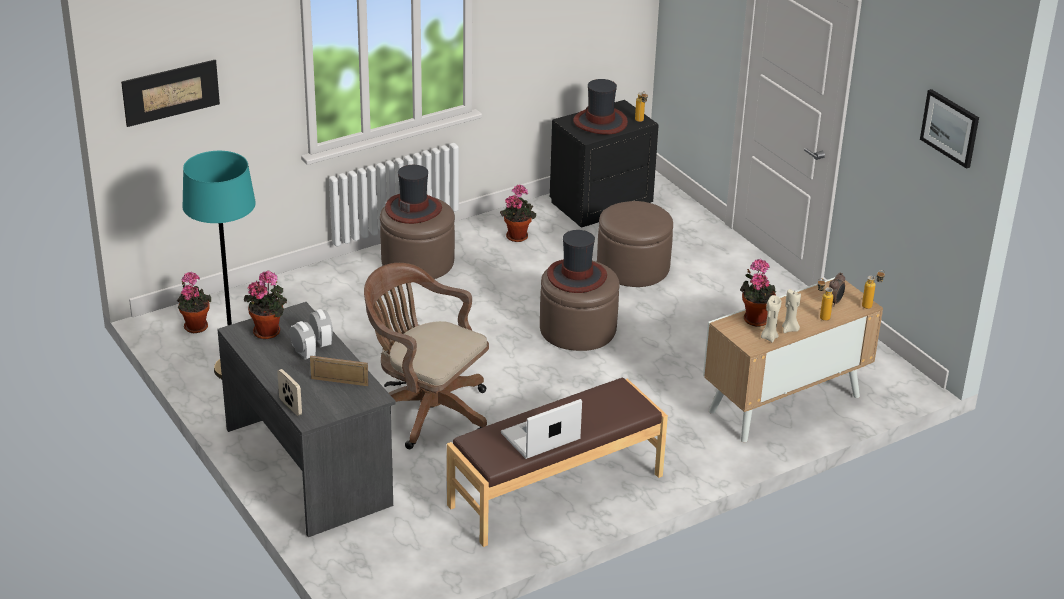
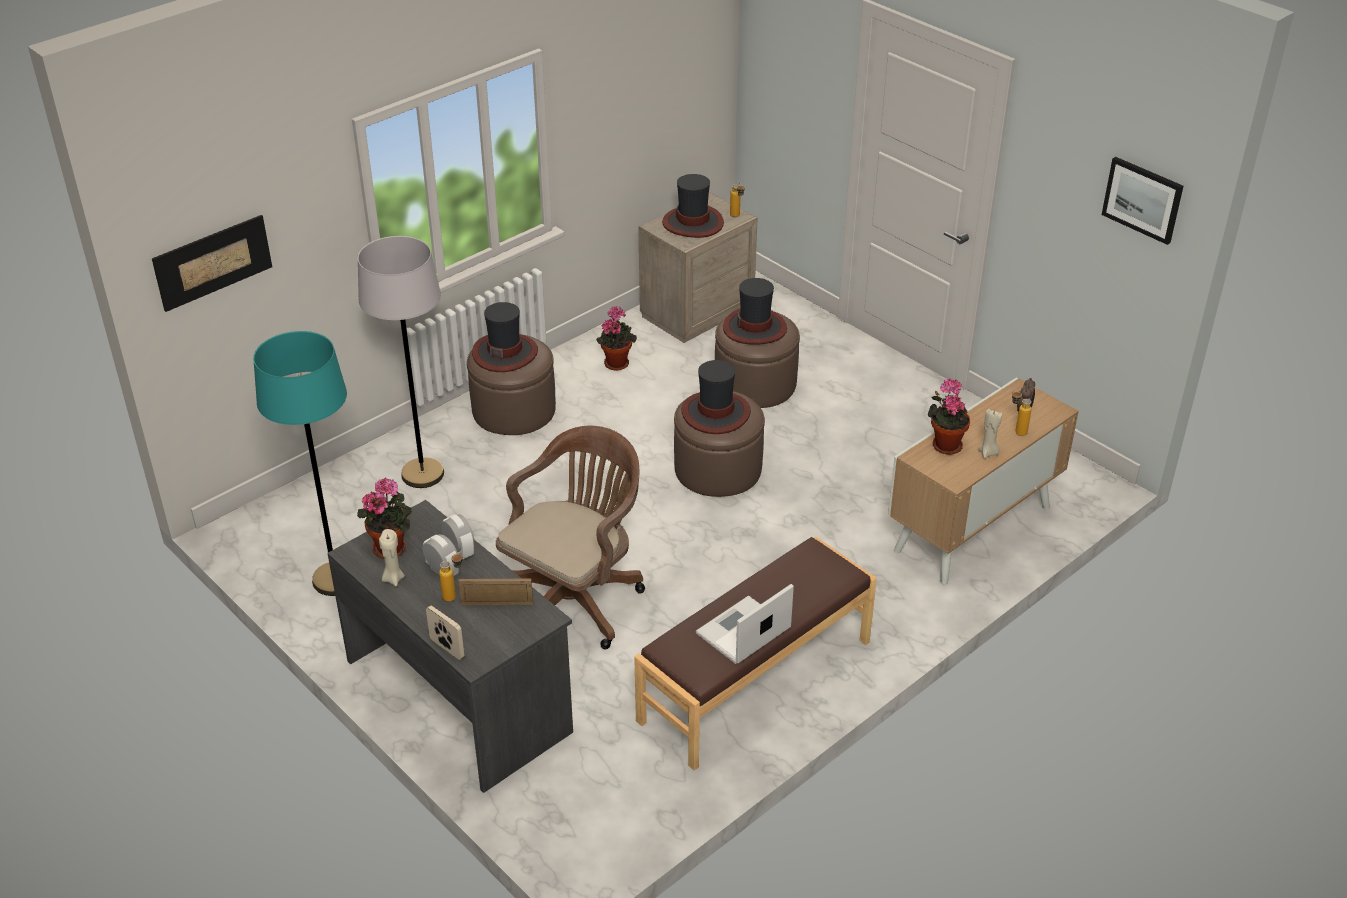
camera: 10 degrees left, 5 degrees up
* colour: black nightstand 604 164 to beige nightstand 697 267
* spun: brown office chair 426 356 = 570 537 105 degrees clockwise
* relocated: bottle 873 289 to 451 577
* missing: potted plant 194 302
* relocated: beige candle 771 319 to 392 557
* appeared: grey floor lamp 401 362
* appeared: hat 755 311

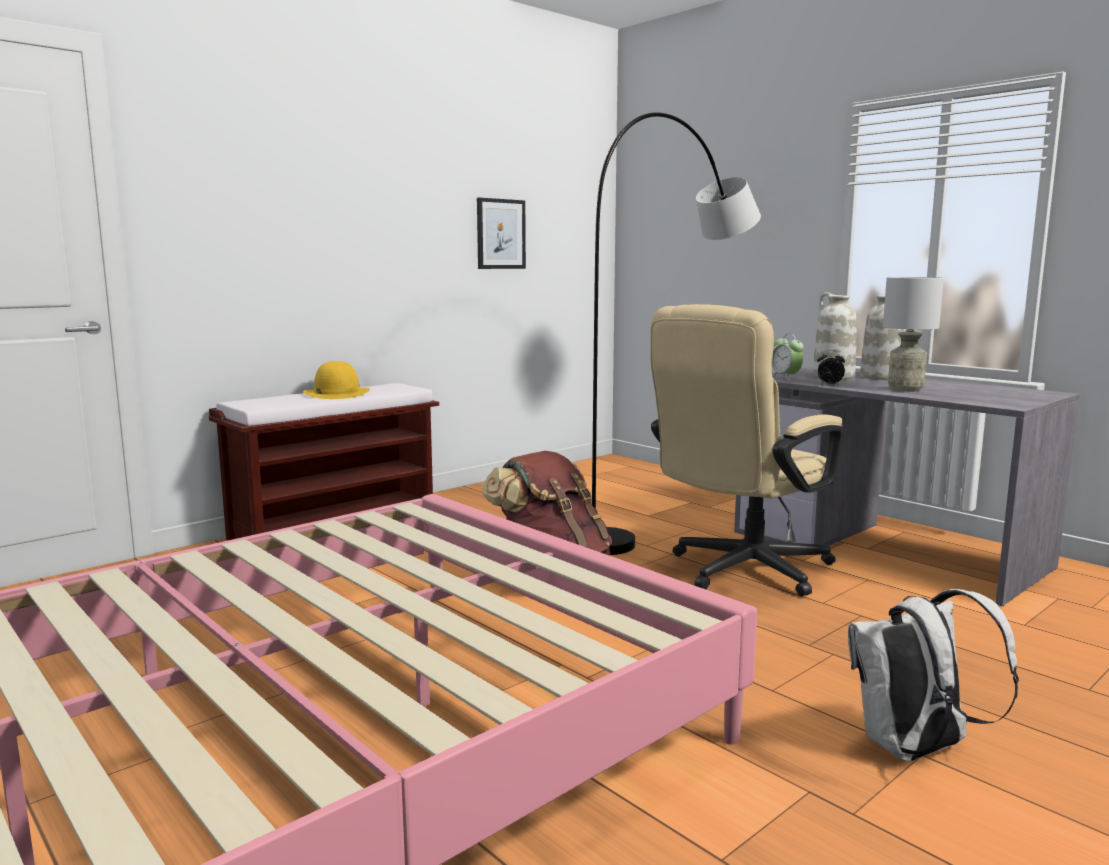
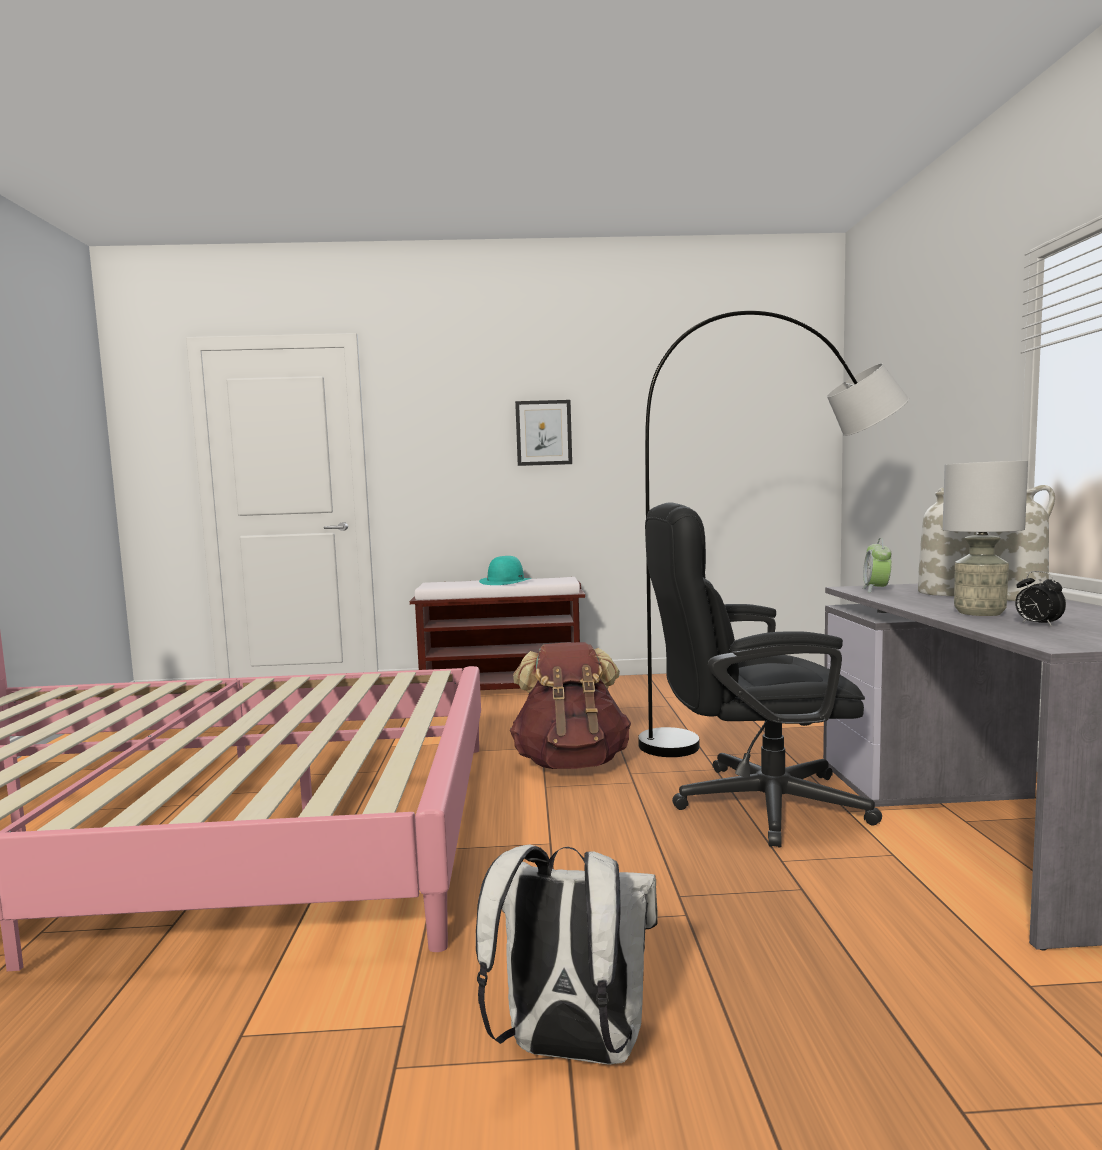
camera: 40 degrees right, 5 degrees down
* relocated: picture 501 233 to 543 433
* colour: beige office chair 746 450 to black office chair 763 674
* relocated: alarm clock 831 367 to 1040 599
* colour: yellow hat 336 380 to turquoise hat 505 570

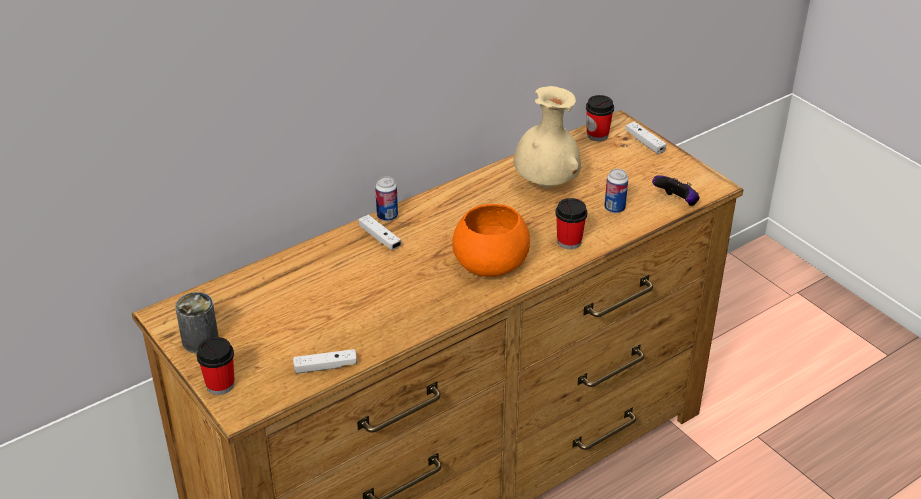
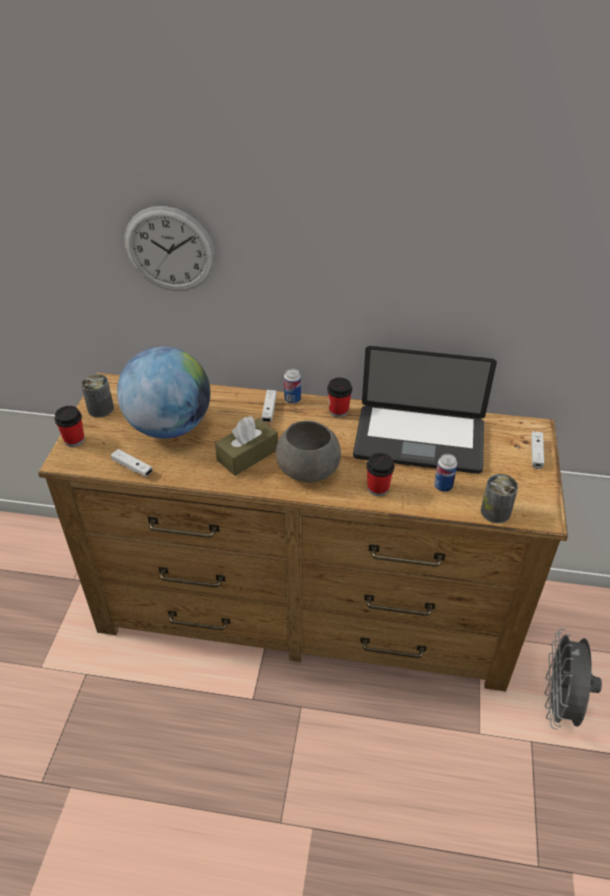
camera: 45 degrees right, 5 degrees up
* exchanged: beige vase 547 137 to laptop 425 410
* relocated: cup 600 118 to 339 398
* exchanged: game controller 676 190 to can 499 498
* colour: orange bowl 491 240 to grey bowl 308 451
* appeared: wall clock 169 248
* appeared: globe 163 392
* appeared: brown tissue box 246 446
* appeared: grey fan 573 679

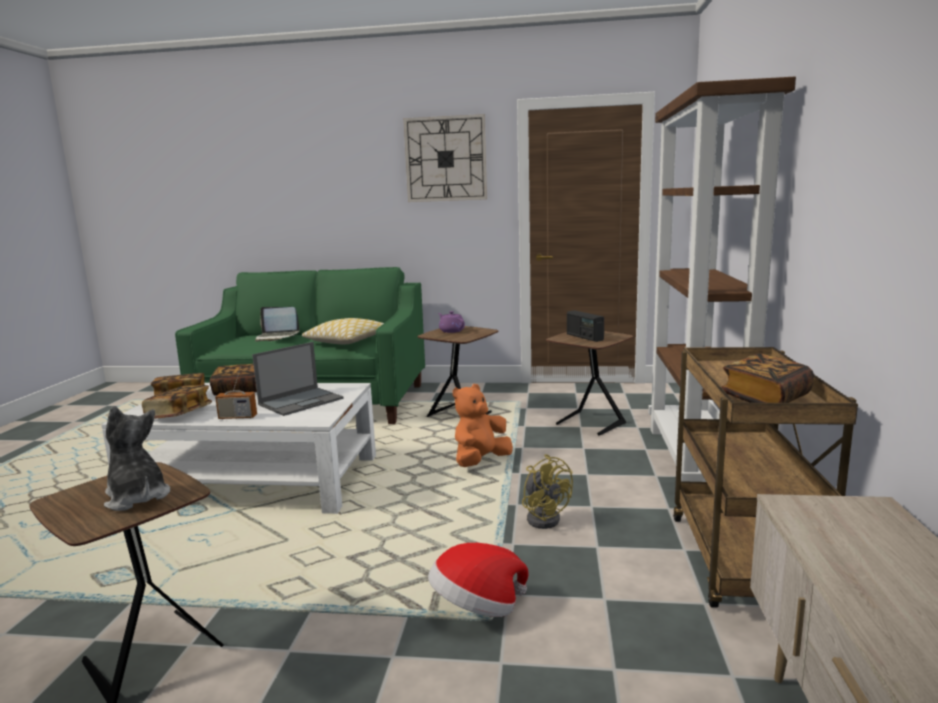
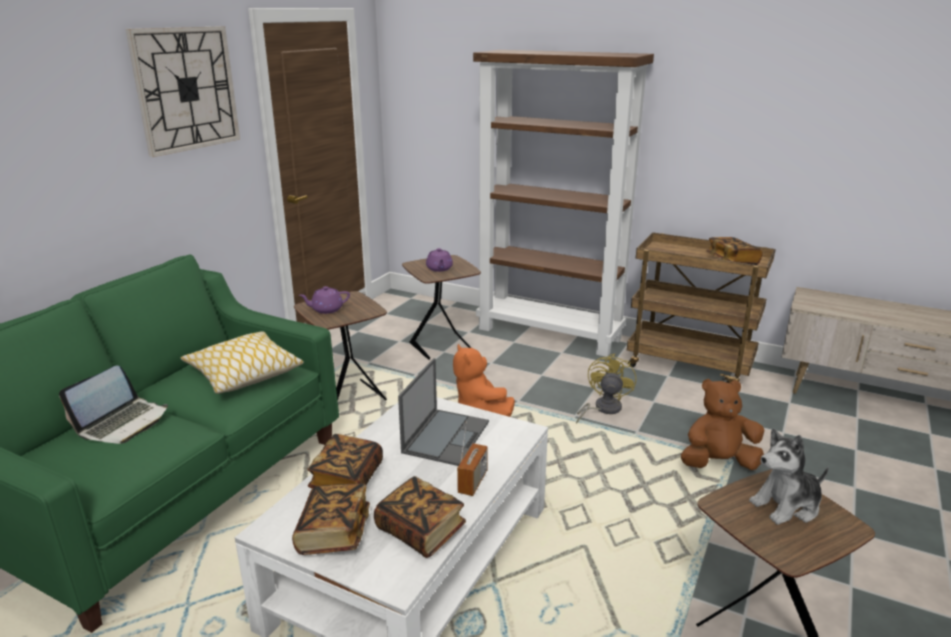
camera: 70 degrees left, 10 degrees up
* exchanged: radio 585 326 to purple teapot 439 260
* spun: laptop 298 379 = 443 412 45 degrees clockwise
* spun: yellow fan 547 491 = 606 389 60 degrees counterclockwise
* exchanged: hat 478 580 to brown plush toy 722 424

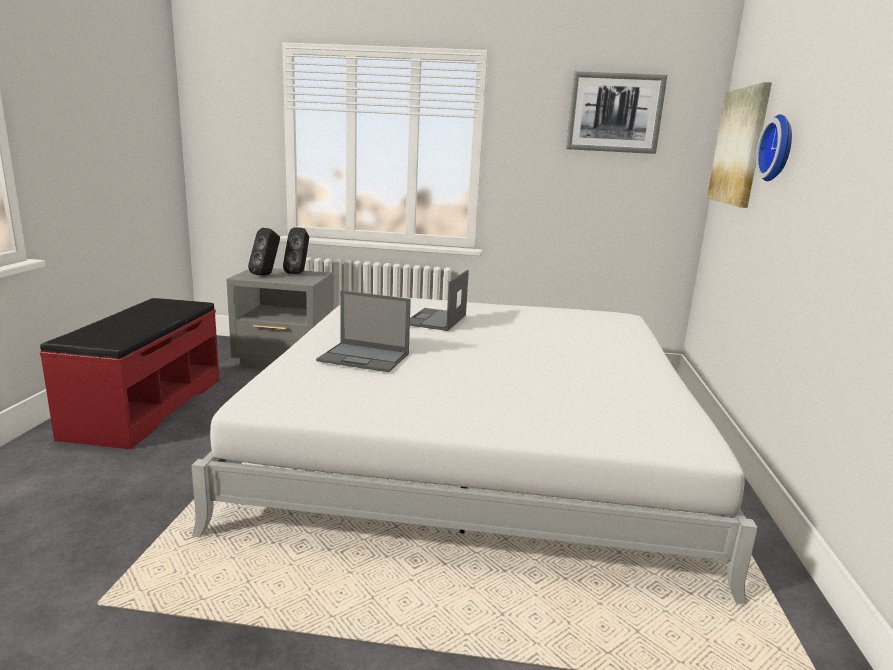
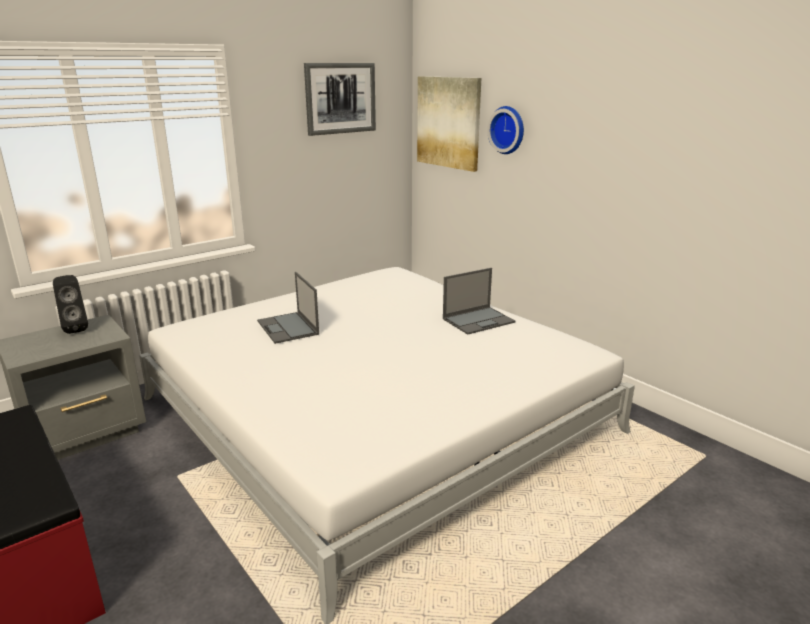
camera: 45 degrees left, 5 degrees up
* missing: black speaker 264 251
* relocated: laptop 363 331 to 479 301

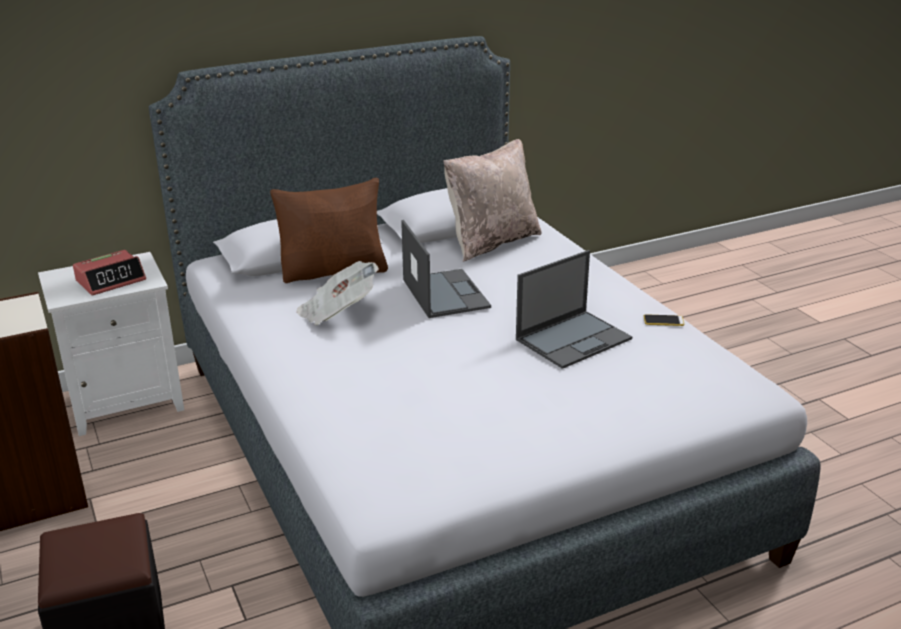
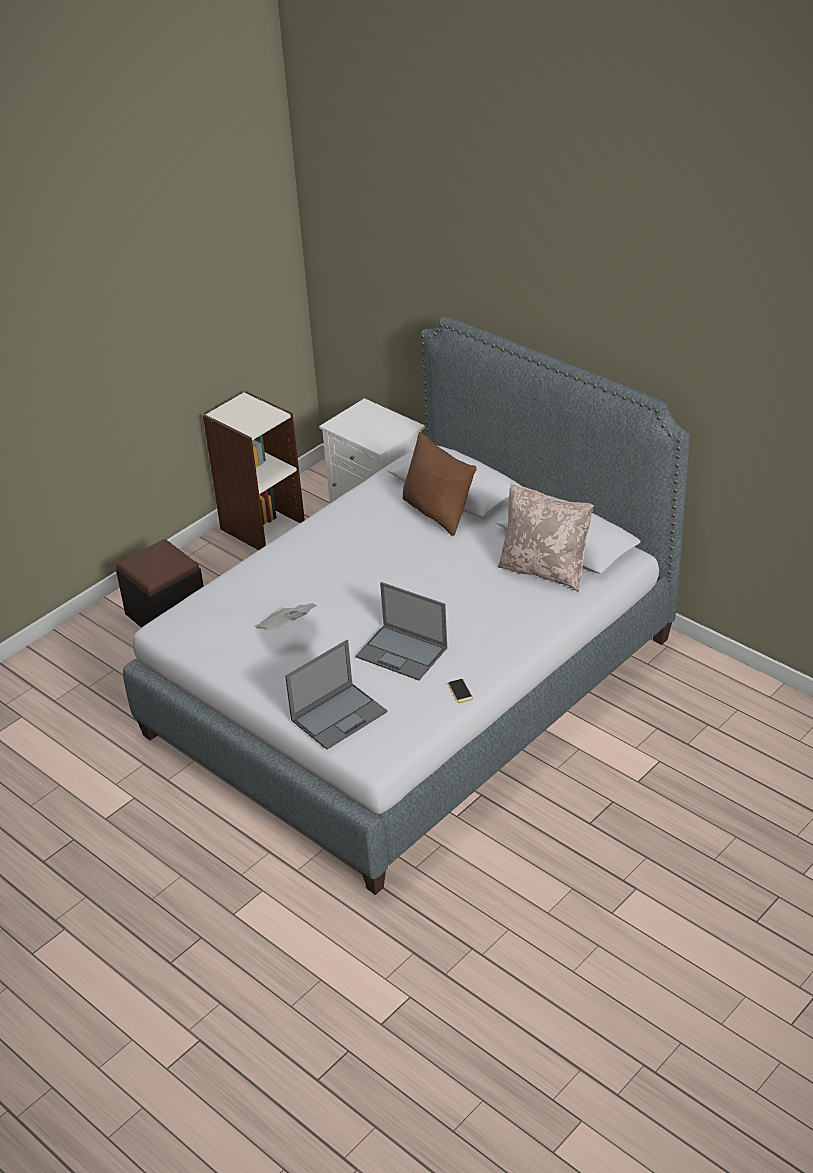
camera: 70 degrees right, 10 degrees up
* relocated: laptop 446 269 to 336 695
* missing: alarm clock 109 273
* relocated: newspaper 337 293 to 285 616

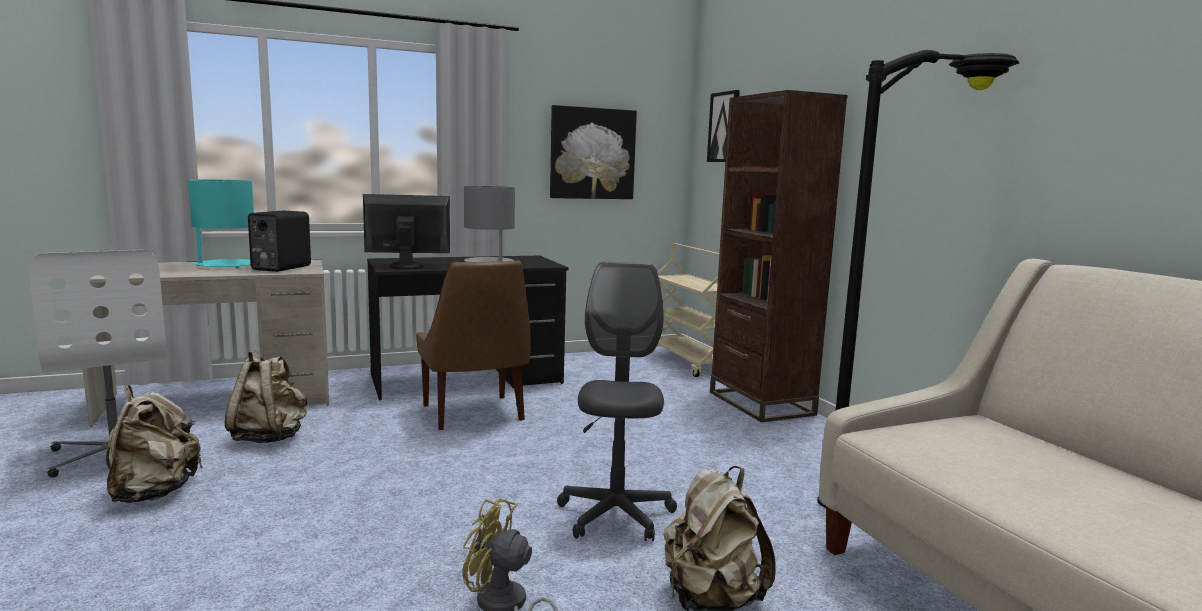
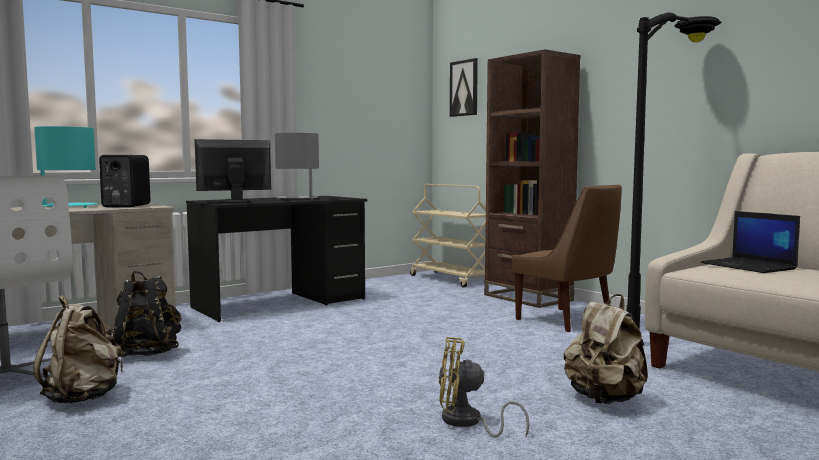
camera: 15 degrees left, 5 degrees down
* missing: picture 593 152
* relocated: brown chair 473 345 to 567 258
* missing: grey office chair 617 402
* colour: beige backpack 266 396 to black backpack 147 314
* appeared: laptop 750 242

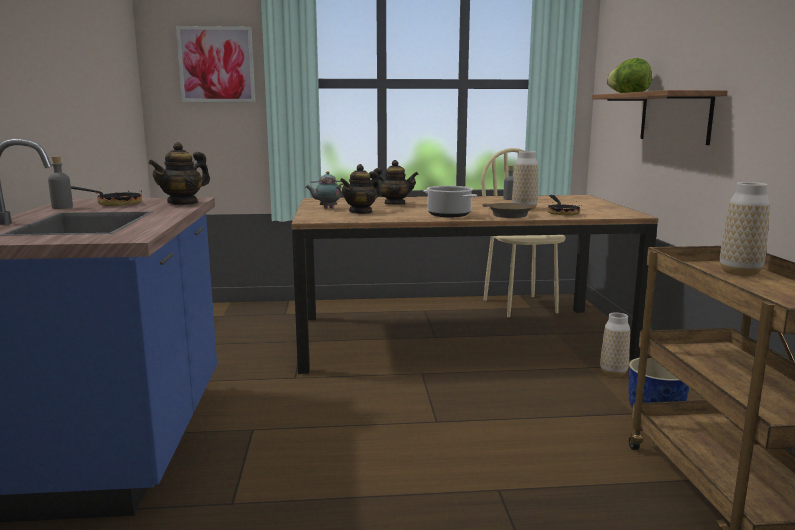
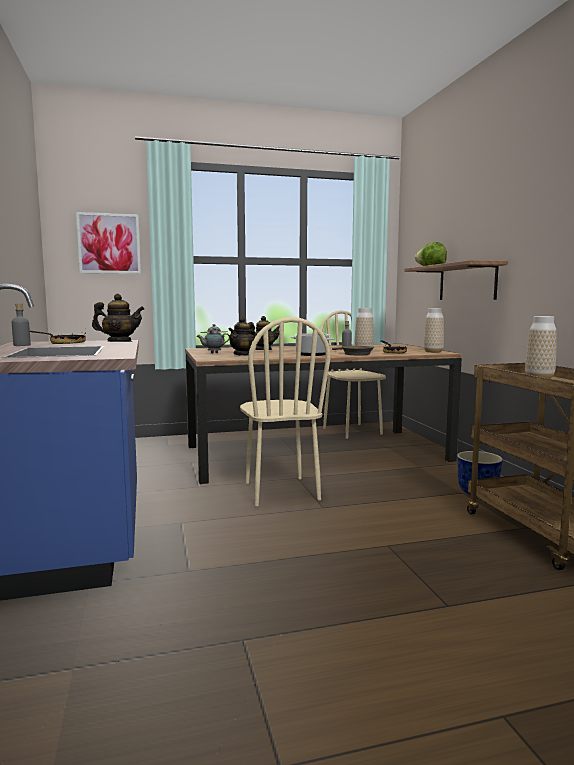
camera: 10 degrees left, 5 degrees down
* spun: teapot 179 173 = 118 318 120 degrees counterclockwise
* relocated: vase 615 344 to 434 330
* appeared: beige chair 285 411

